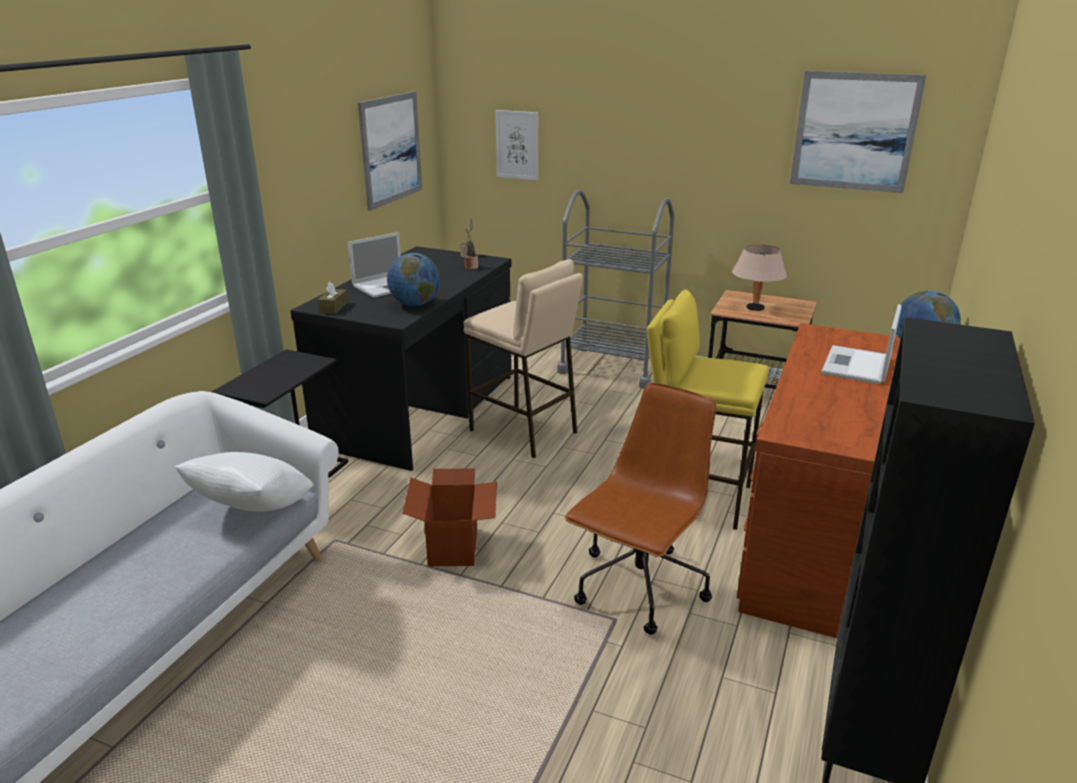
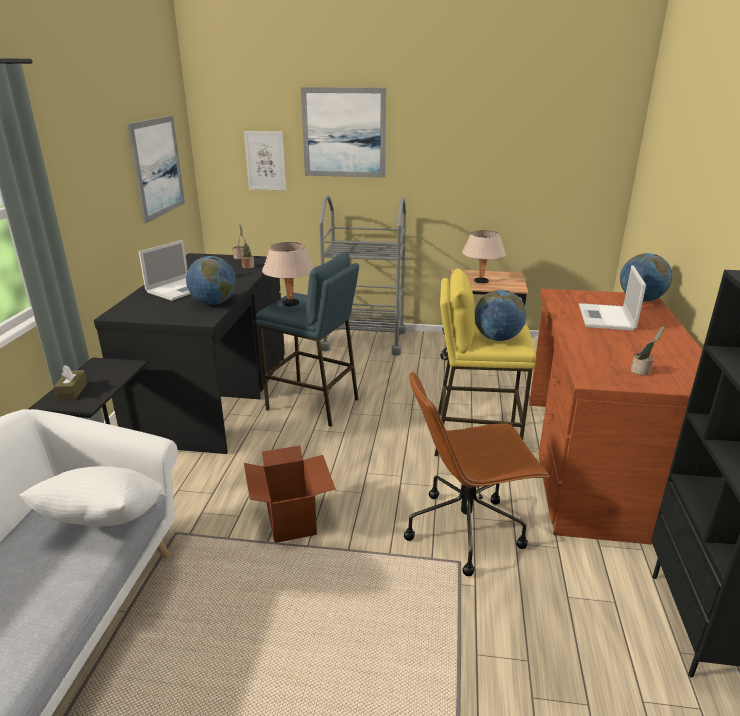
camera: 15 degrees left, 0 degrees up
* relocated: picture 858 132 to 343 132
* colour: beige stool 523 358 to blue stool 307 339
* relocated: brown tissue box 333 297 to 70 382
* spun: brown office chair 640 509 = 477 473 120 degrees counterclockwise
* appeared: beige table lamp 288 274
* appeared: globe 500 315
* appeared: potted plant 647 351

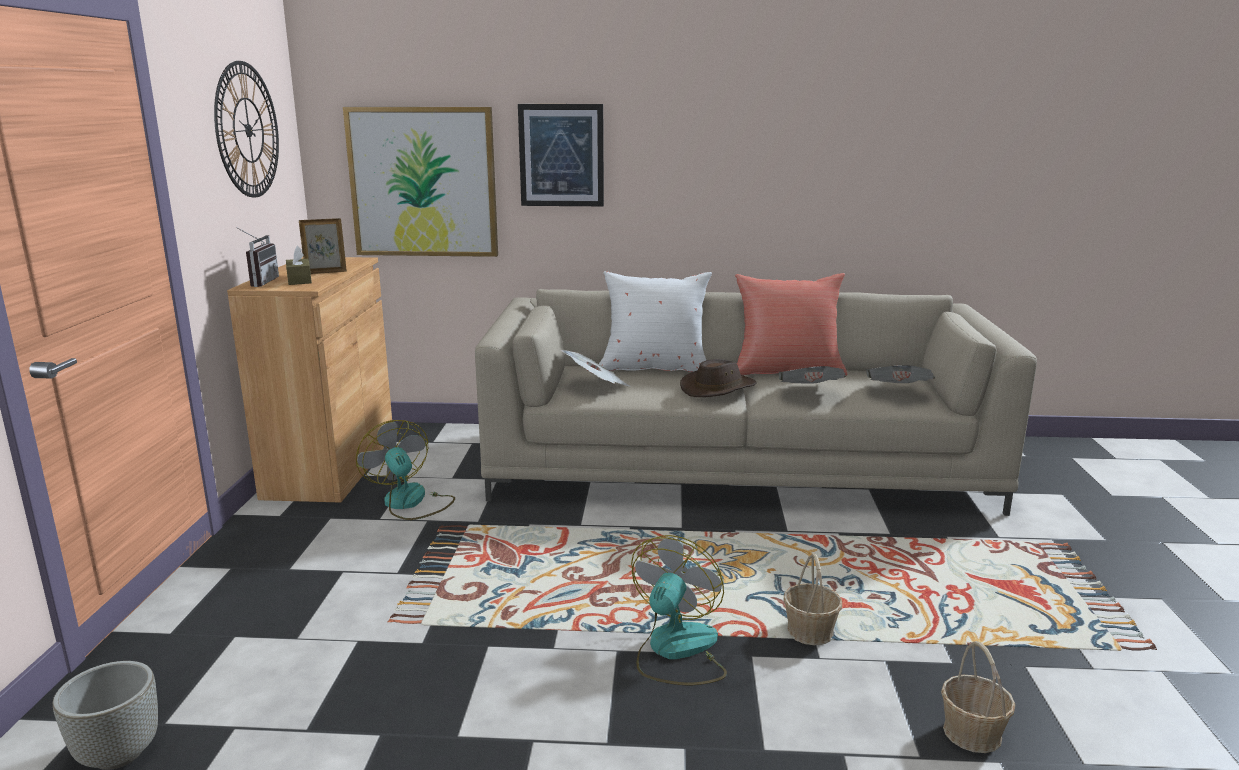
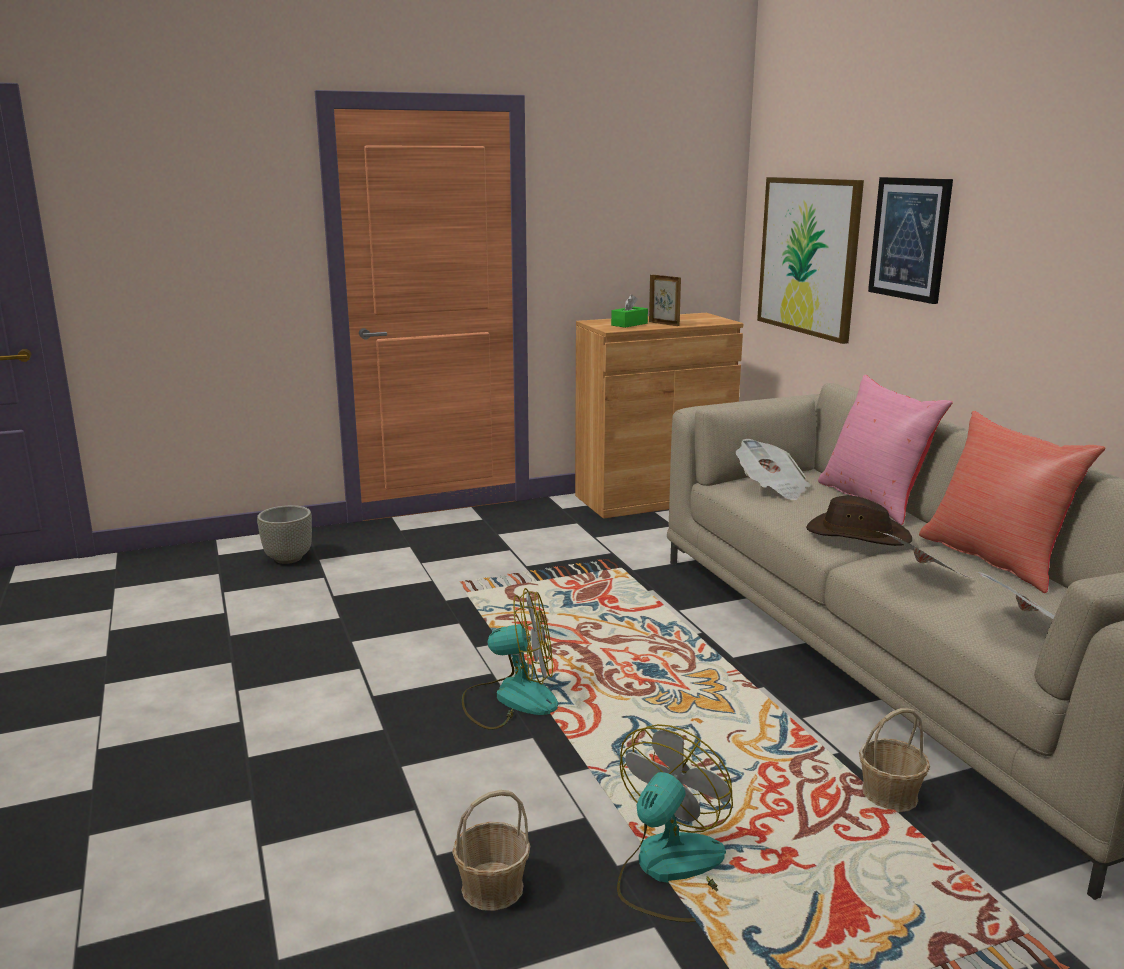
camera: 65 degrees right, 0 degrees up
* missing: wall clock 246 129
* missing: radio 258 257
* colour: brown tissue box 299 265 to green tissue box 629 311
* colour: white pillow 655 321 to pink pillow 885 450
* relocated: fan 405 470 to 675 823
* relocated: basket 812 599 to 894 760

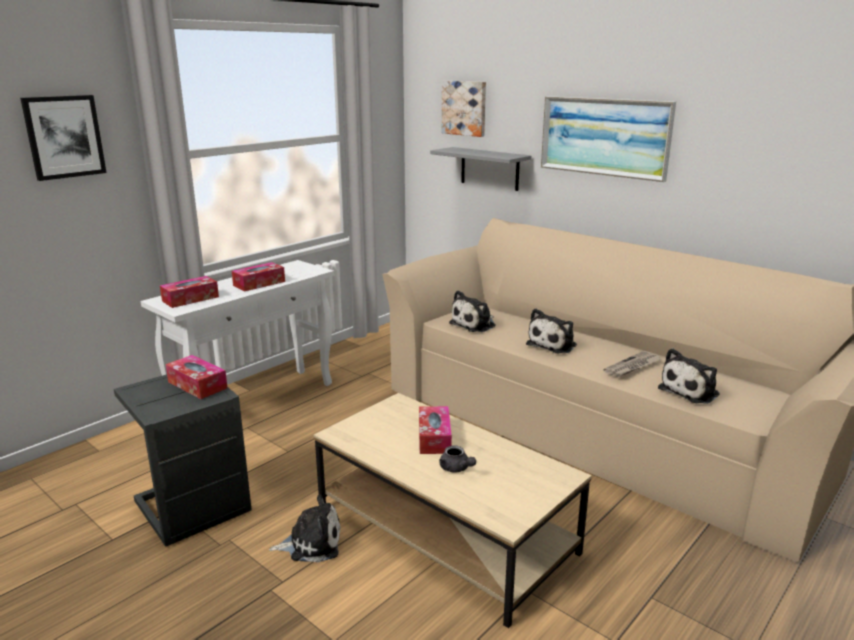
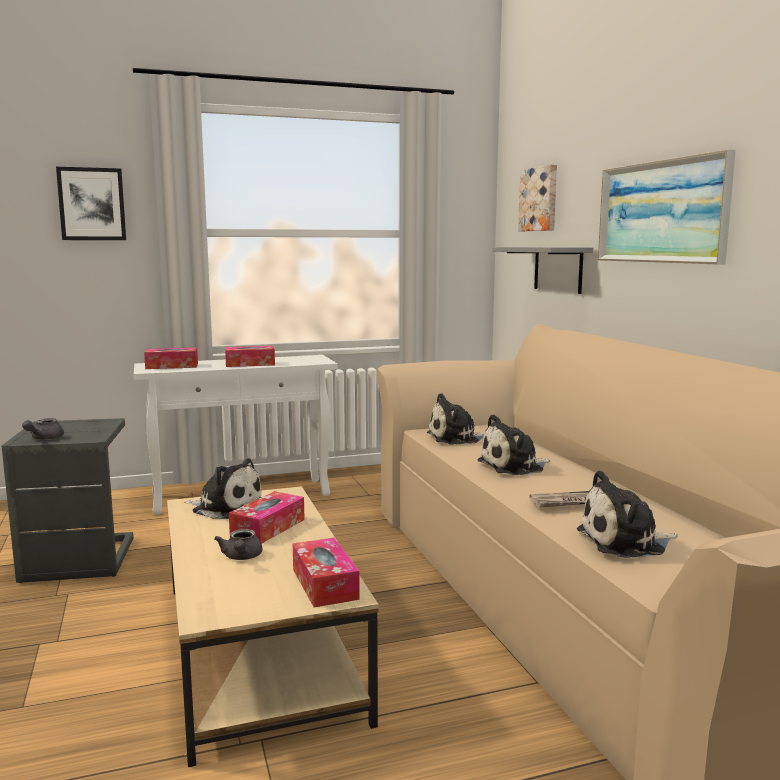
camera: 30 degrees right, 10 degrees down
* relocated: tissue box 196 377 to 326 572
* relocated: plush toy 304 528 to 222 488
* appeared: grey teapot 43 429

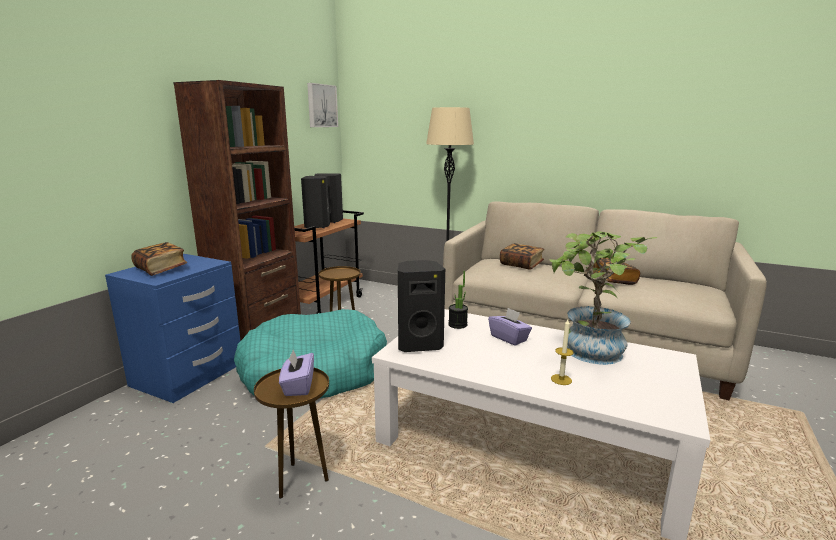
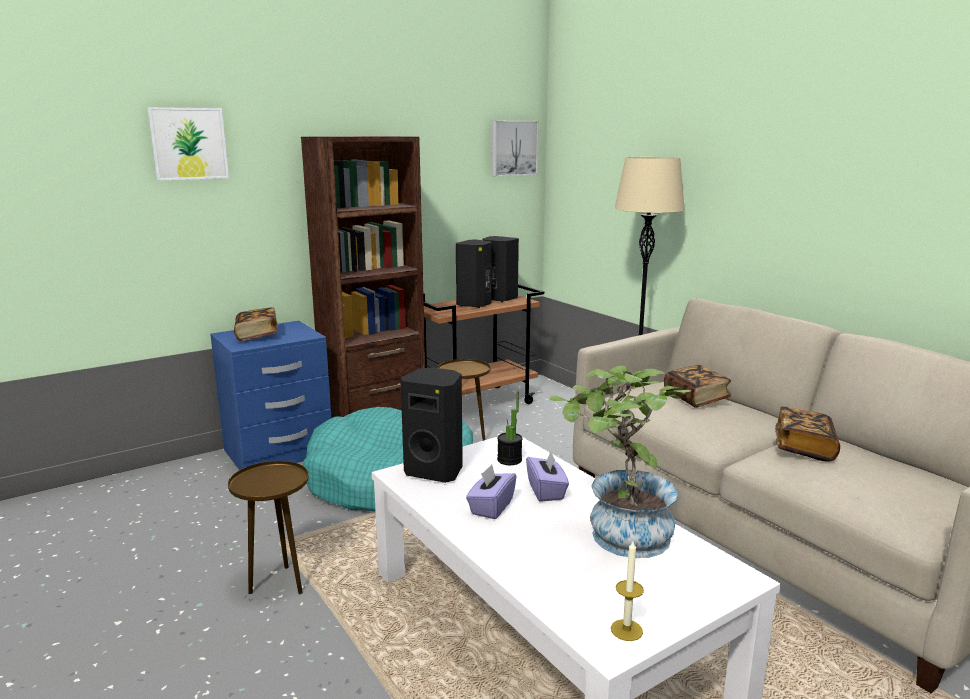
camera: 30 degrees right, 0 degrees up
* relocated: candle 562 352 to 627 591
* relocated: purple tissue box 296 373 to 491 491
* appeared: picture 188 144

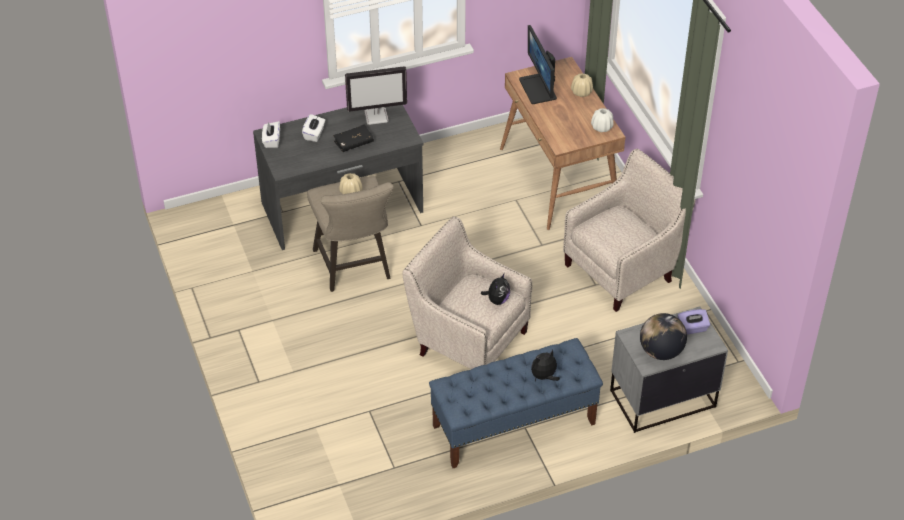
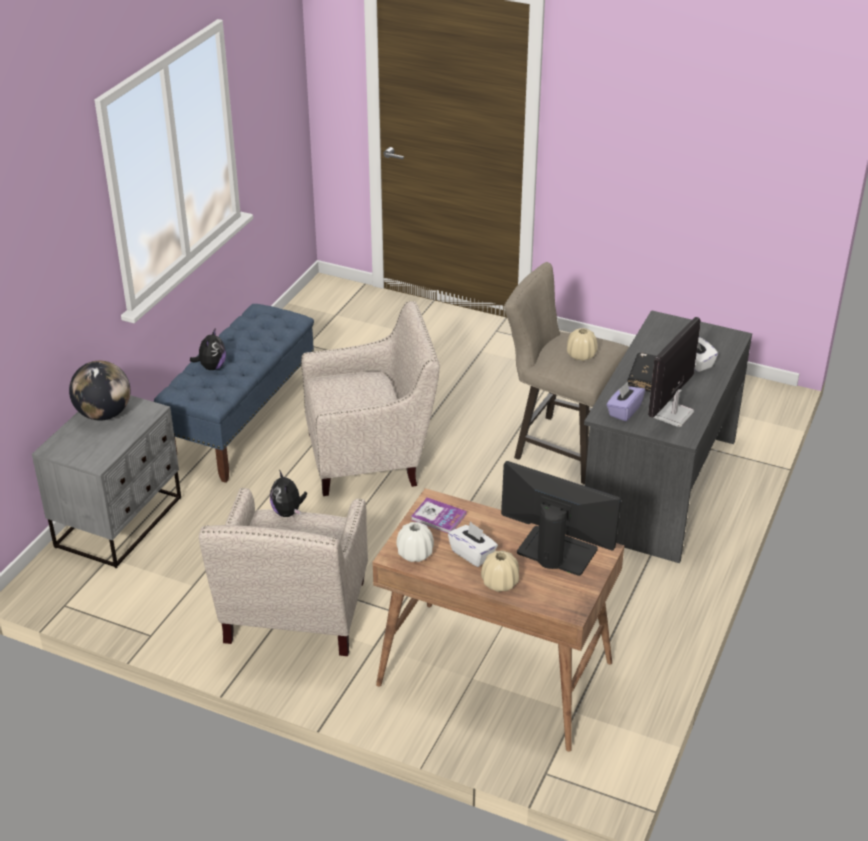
camera: 135 degrees right, 10 degrees down
* relocated: white tissue box 271 134 to 473 544
* relocated: plush toy 495 289 to 288 493
* relocated: purple tissue box 694 321 to 626 401
* appeared: book 439 515

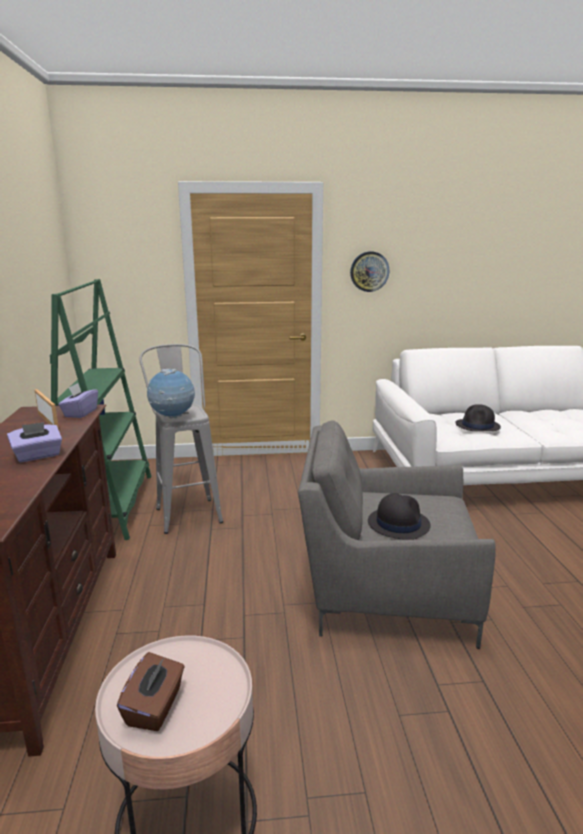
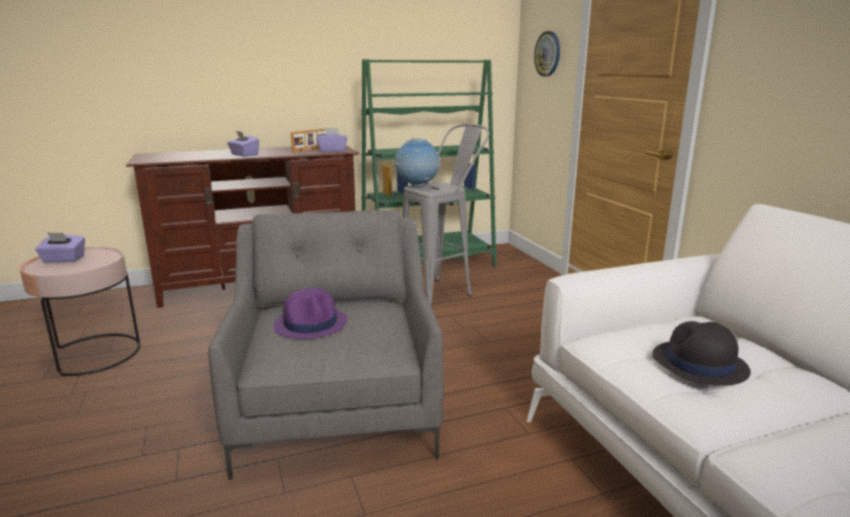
camera: 75 degrees right, 0 degrees up
* relocated: wall clock 369 271 to 547 53
* colour: black hat 399 516 to purple hat 310 313
* colour: brown tissue box 151 691 to purple tissue box 60 248

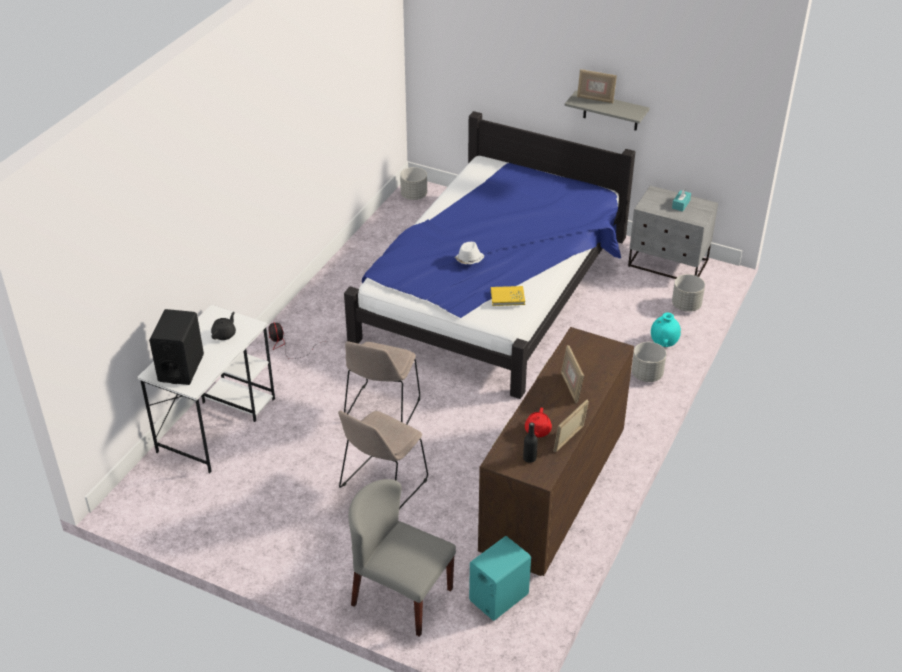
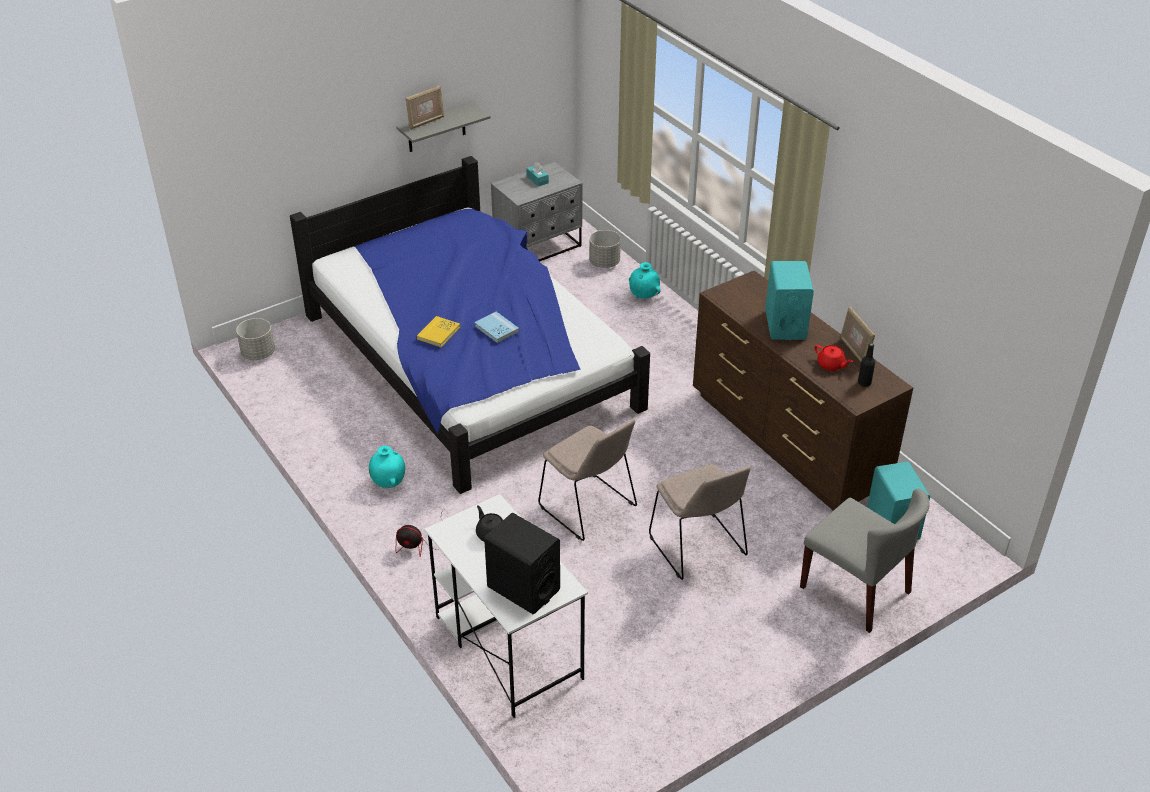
camera: 60 degrees left, 0 degrees up
* exchanged: white hat 470 253 to blue book 496 327
* relocated: yellow book 508 296 to 438 331
* missing: grey planter 649 362
* exchanged: picture frame 572 374 to turquoise speaker 789 300
* spun: grey chair 402 558 = 865 561 105 degrees counterclockwise
* appeared: turquoise vase 387 467

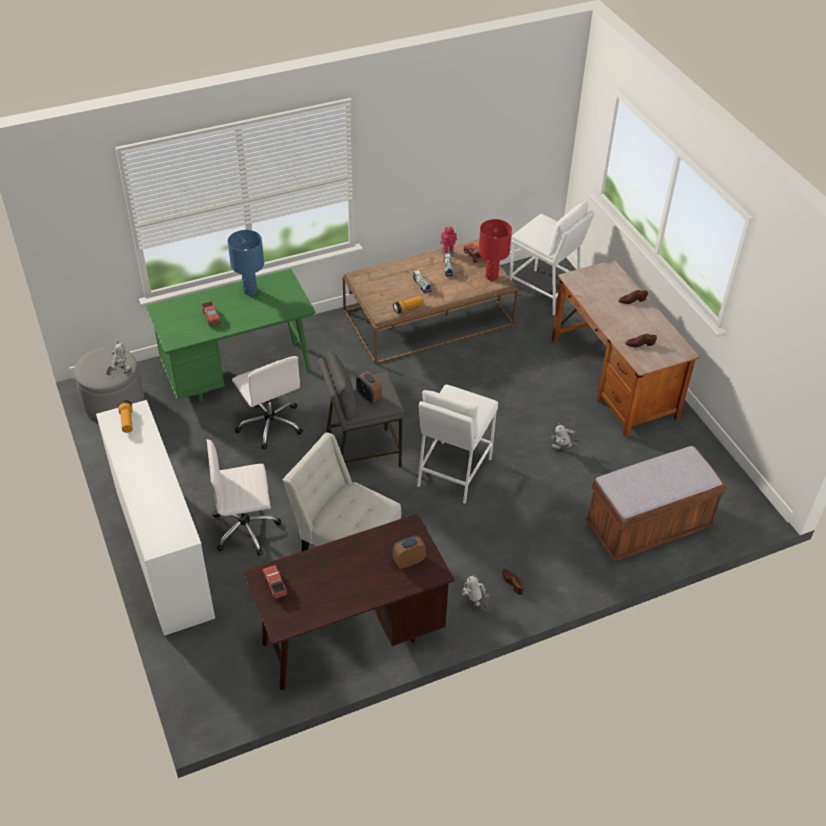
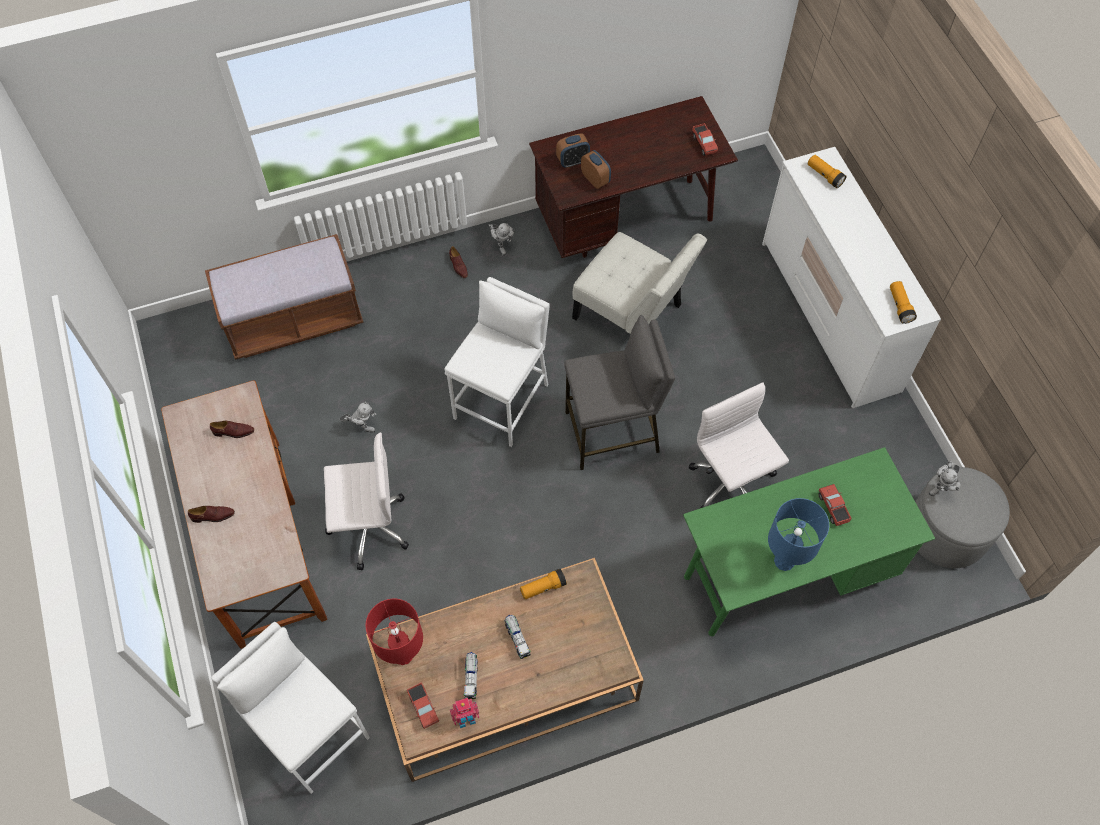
camera: 175 degrees left, 15 degrees up
* relocated: alarm clock 369 388 to 596 169
* relocated: white office chair 243 497 to 366 501
* appeared: flashlight 827 171

